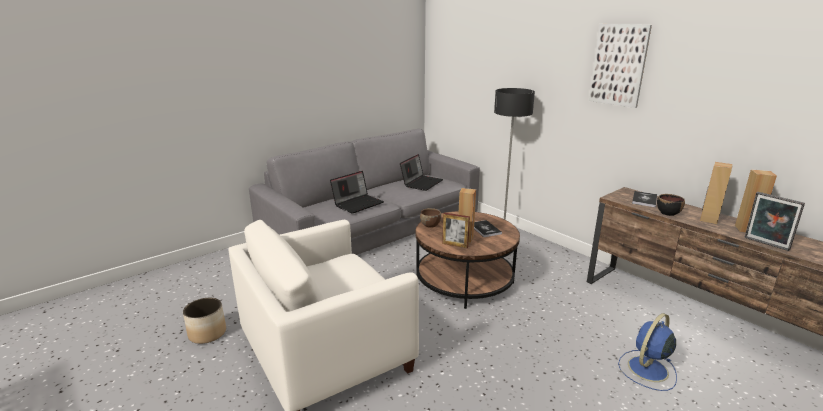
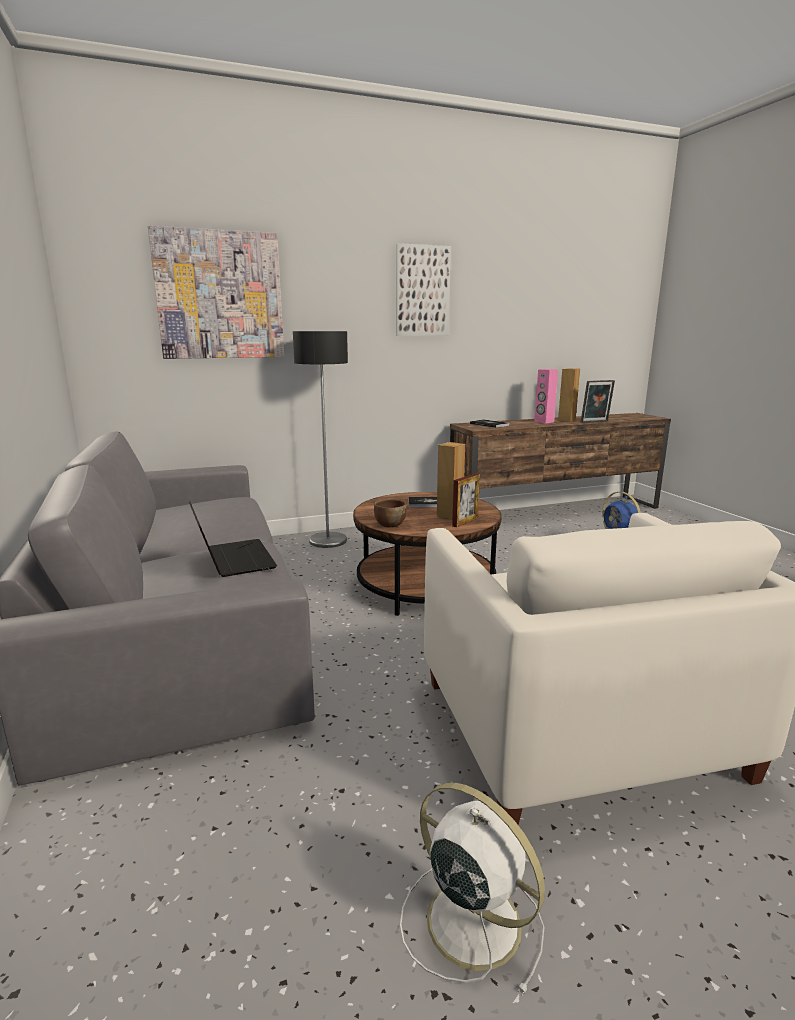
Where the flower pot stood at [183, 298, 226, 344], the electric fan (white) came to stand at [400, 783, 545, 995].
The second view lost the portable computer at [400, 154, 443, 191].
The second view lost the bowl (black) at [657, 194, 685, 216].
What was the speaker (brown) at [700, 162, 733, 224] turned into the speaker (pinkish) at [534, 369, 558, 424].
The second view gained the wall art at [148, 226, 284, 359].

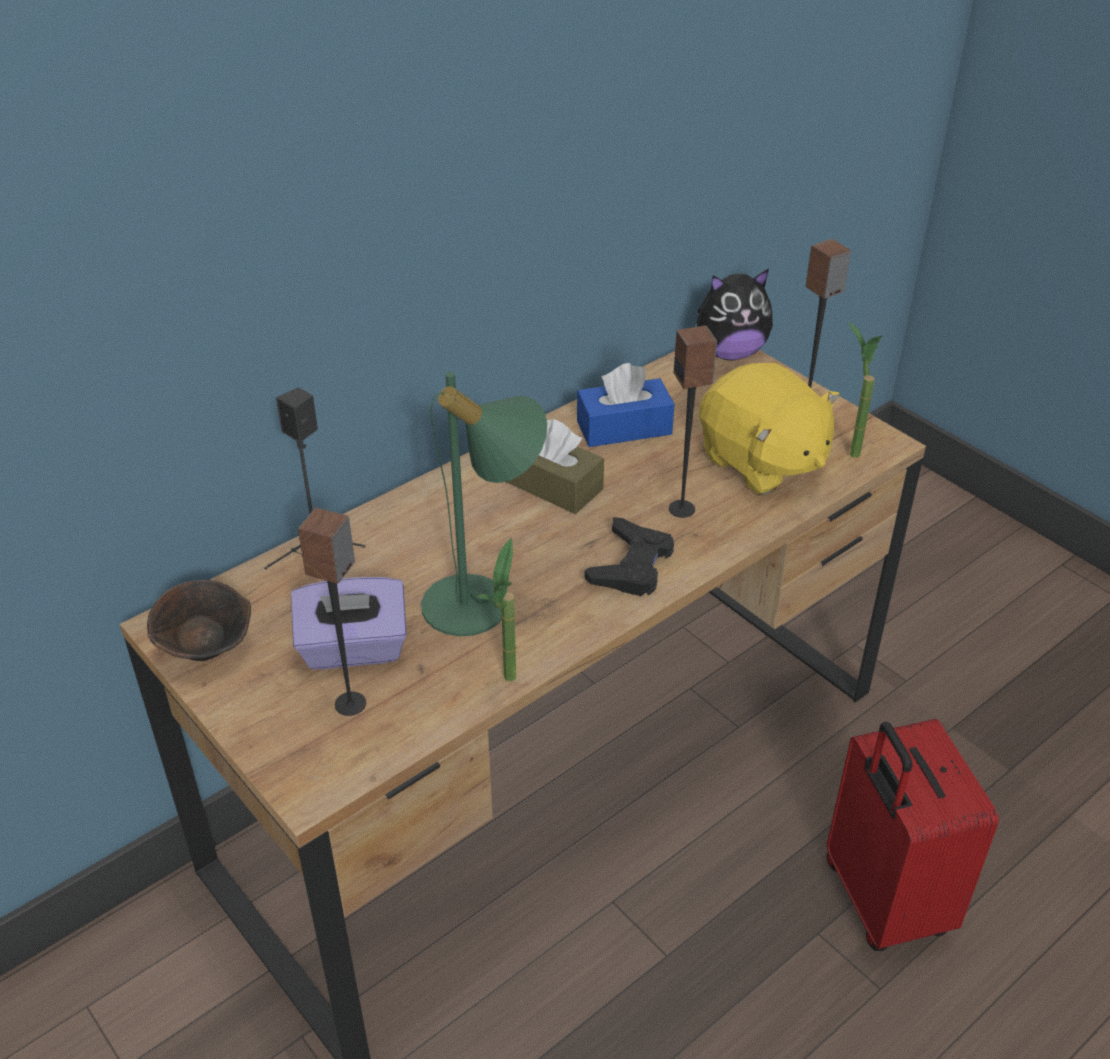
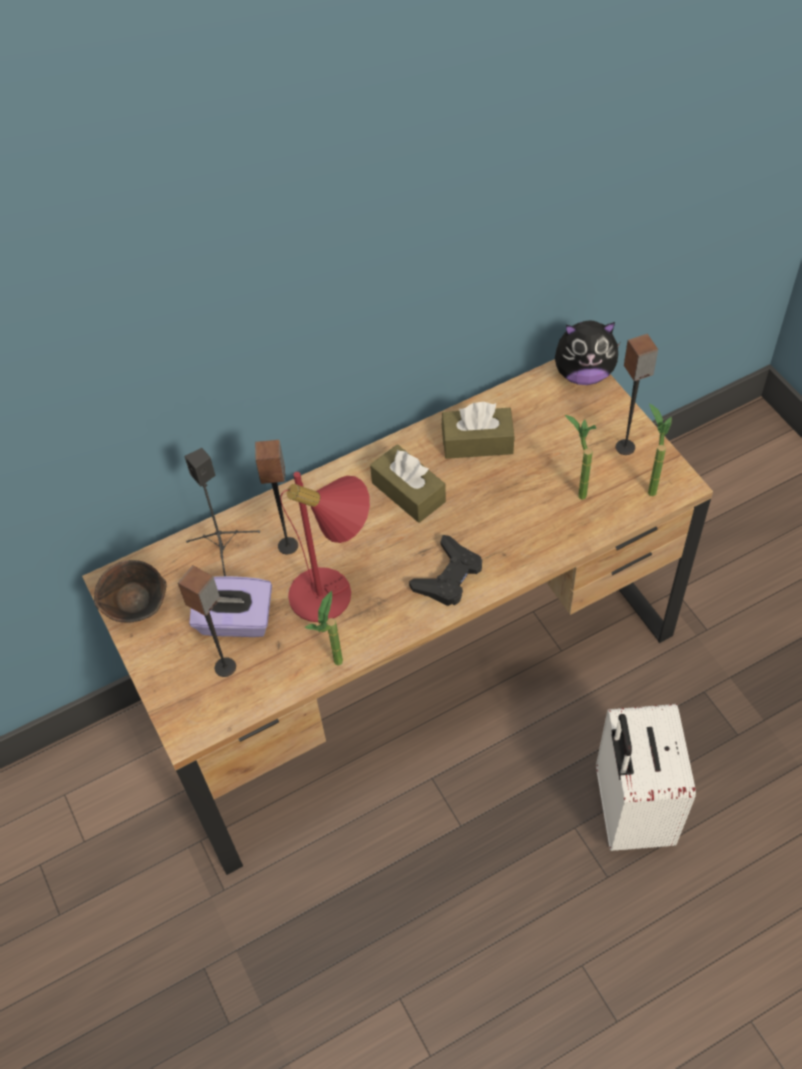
What was the lamp for a table (greenish) at [421, 372, 547, 636] turned into the lamp for a table (reddish) at [280, 472, 370, 622].
What was the tissue holder (blue) at [577, 363, 675, 447] turned into the tissue holder (brown) at [442, 402, 515, 459].
The speaker ended up elsewhere, having gone from [669, 326, 717, 518] to [255, 440, 298, 554].
Where the soft toy (yellowish) stood at [699, 363, 840, 495], the potted plant came to stand at [565, 415, 596, 500].
What was the travel case (reddish) at [827, 719, 999, 951] turned into the travel case (white) at [596, 704, 696, 851].

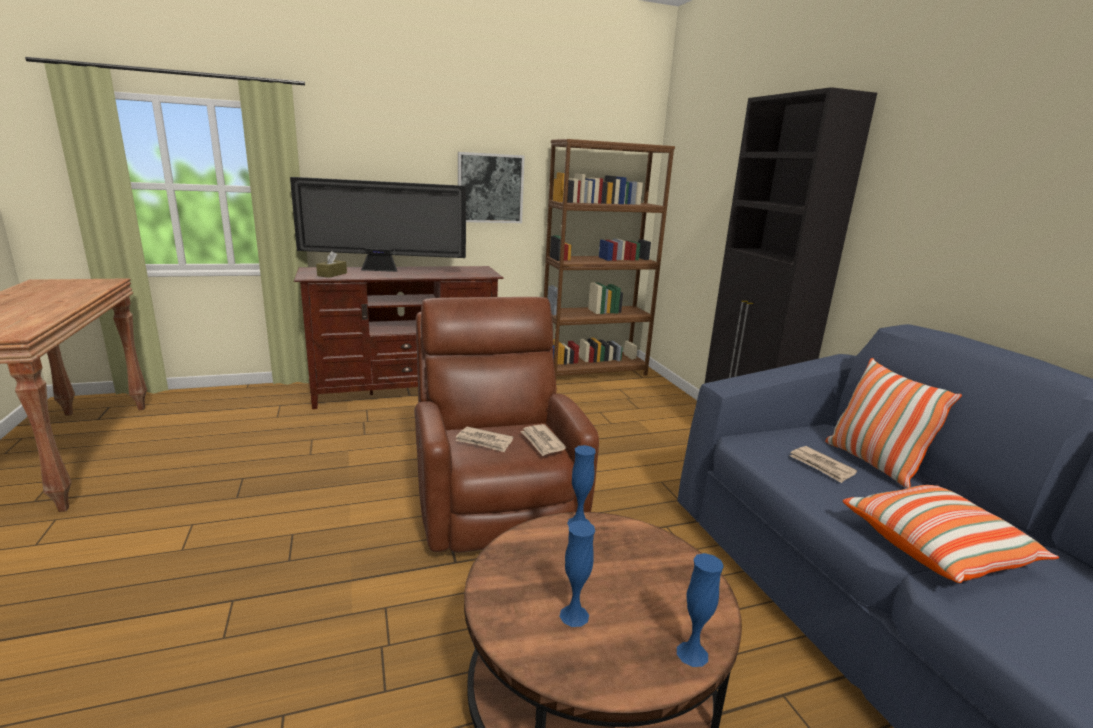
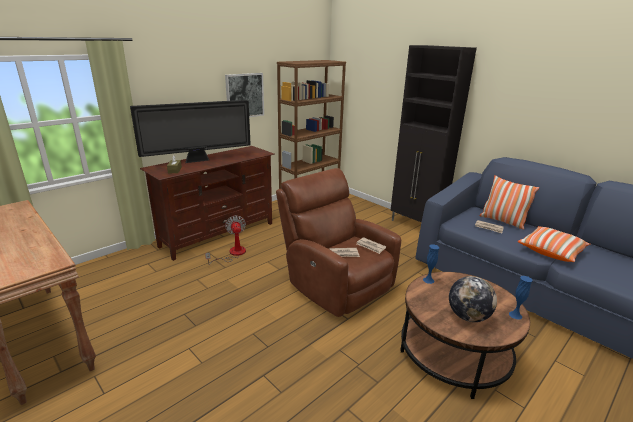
Where the flower vase (blue) stood at [559, 520, 595, 627], the desk globe came to stand at [449, 276, 497, 322].
The second view gained the electric fan at [205, 216, 246, 265].

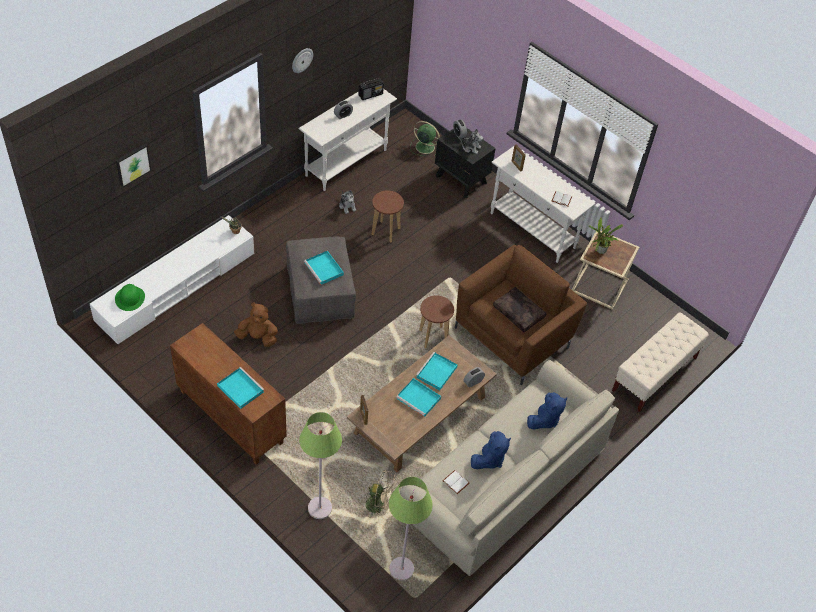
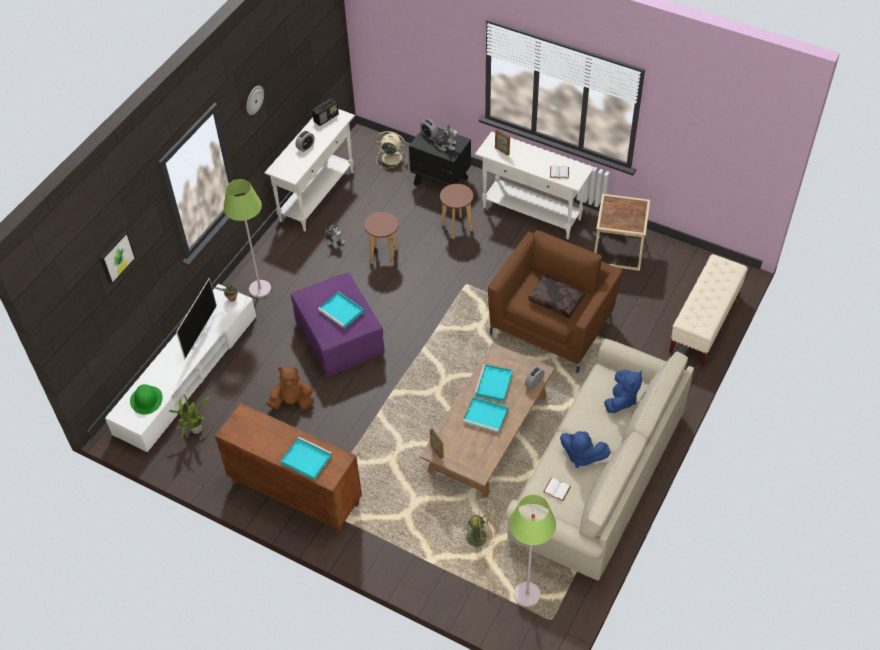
What was the ottoman (greyish) at [286, 237, 356, 324] turned into the ottoman (purple-coloured) at [291, 273, 385, 377].
The standard lamp (greenish) ended up elsewhere, having gone from [299, 412, 342, 519] to [224, 179, 271, 298].
What was the electric fan (greenish) at [410, 121, 440, 156] turned into the electric fan (beige-coloured) at [376, 131, 407, 168].
The stool seat (brown) ended up elsewhere, having gone from [419, 296, 454, 348] to [440, 184, 473, 239].
The soft toy (blue) at [471, 431, 511, 469] ended up facing another way, 90 degrees clockwise from before.
The potted plant ended up elsewhere, having gone from [589, 217, 623, 254] to [169, 394, 210, 438].
The second view gained the TV at [176, 278, 217, 359].

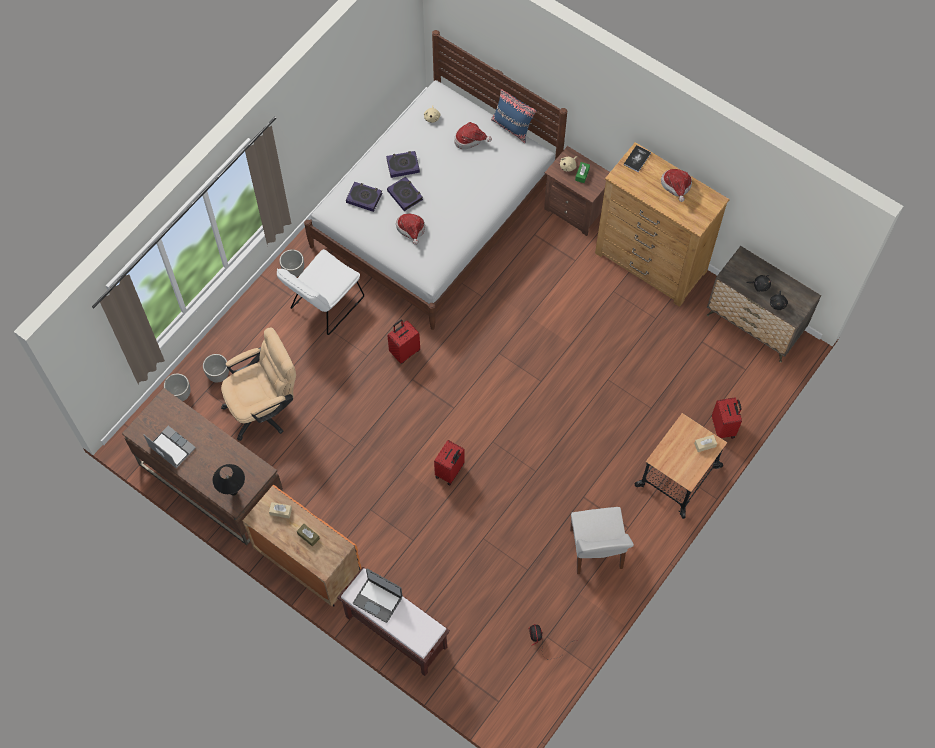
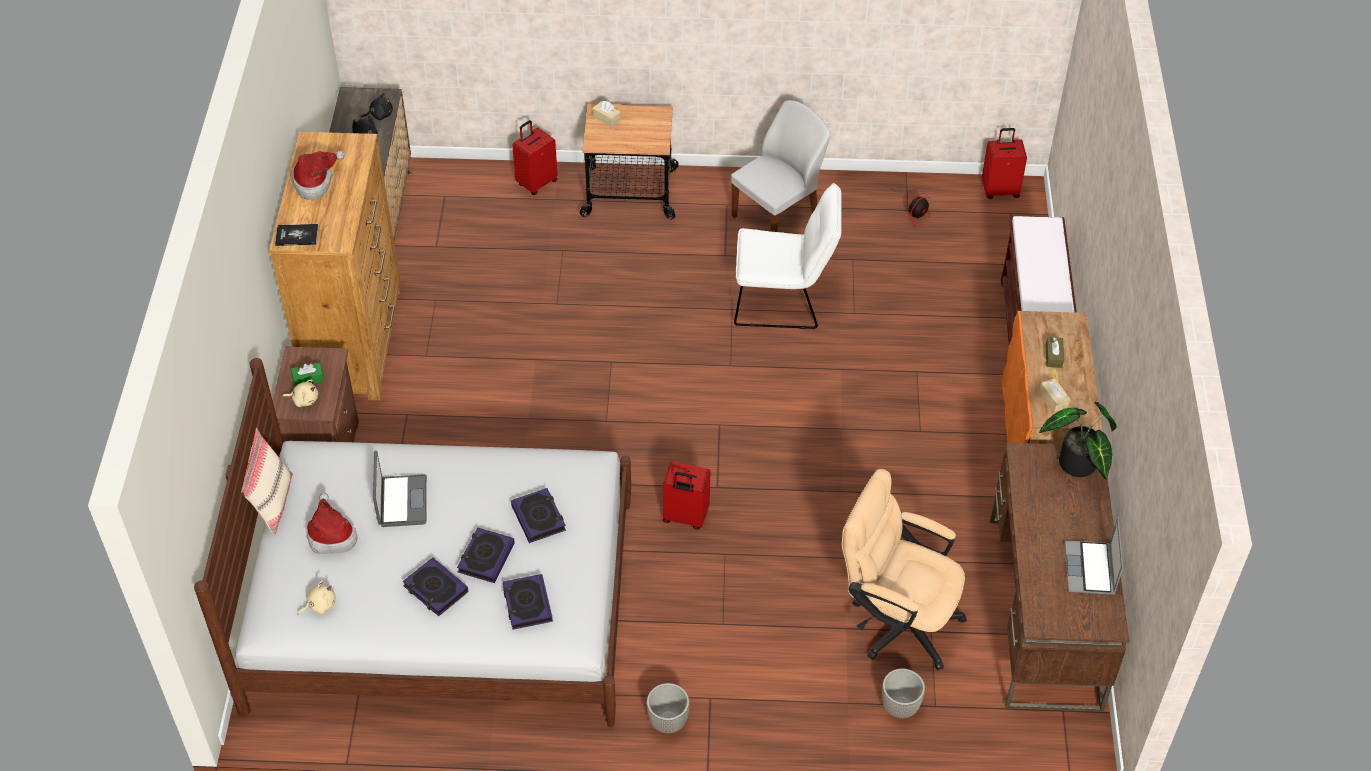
The second view lost the flower pot at [164, 374, 190, 401].
Where the lamp for a table (black) stood at [212, 464, 245, 496], the potted plant came to stand at [1039, 402, 1117, 480].
The upright chair (white) ended up elsewhere, having gone from [277, 249, 364, 335] to [734, 183, 842, 329].
The portable computer ended up elsewhere, having gone from [353, 569, 403, 623] to [373, 450, 427, 527].
Where the clothing hat stood at [396, 214, 425, 245], the volume came to stand at [511, 488, 566, 543].
The travel case (reddish) ended up elsewhere, having gone from [434, 440, 465, 485] to [982, 128, 1027, 199].
What was the throw pillow (blue) at [491, 89, 536, 143] turned into the throw pillow (beige-coloured) at [241, 428, 293, 535].

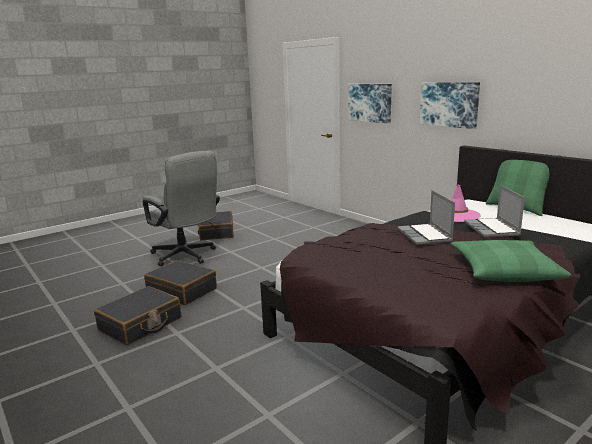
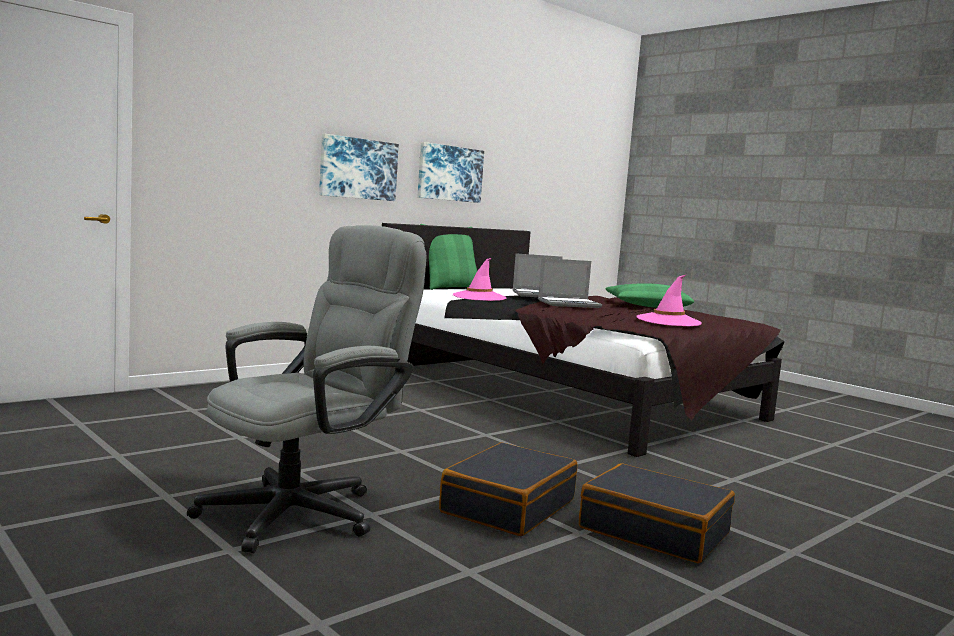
The second view lost the travel case (black) at [197, 211, 233, 240].
The wall art ended up elsewhere, having gone from [348, 84, 392, 123] to [418, 142, 484, 203].
The second view gained the clothing hat (pinkish) at [636, 275, 702, 326].

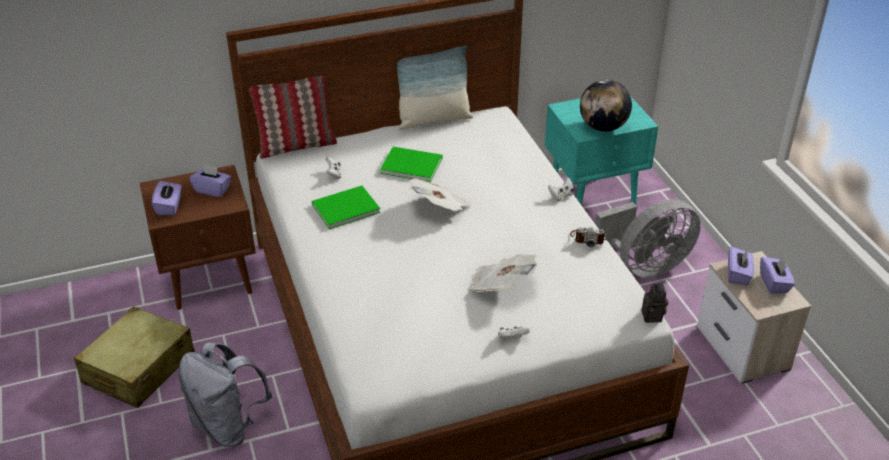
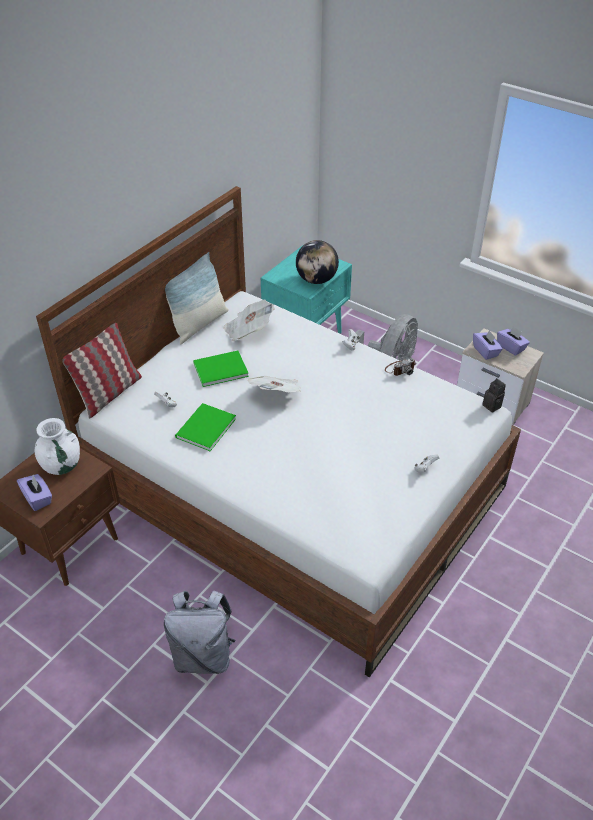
The second view lost the travel case (beige-coloured) at [74, 306, 195, 408].
Where the tissue holder (purple-coloured) stood at [189, 164, 231, 197], the flower vase (white) came to stand at [35, 418, 80, 475].
The printed paper ended up elsewhere, having gone from [470, 254, 537, 292] to [223, 300, 274, 341].

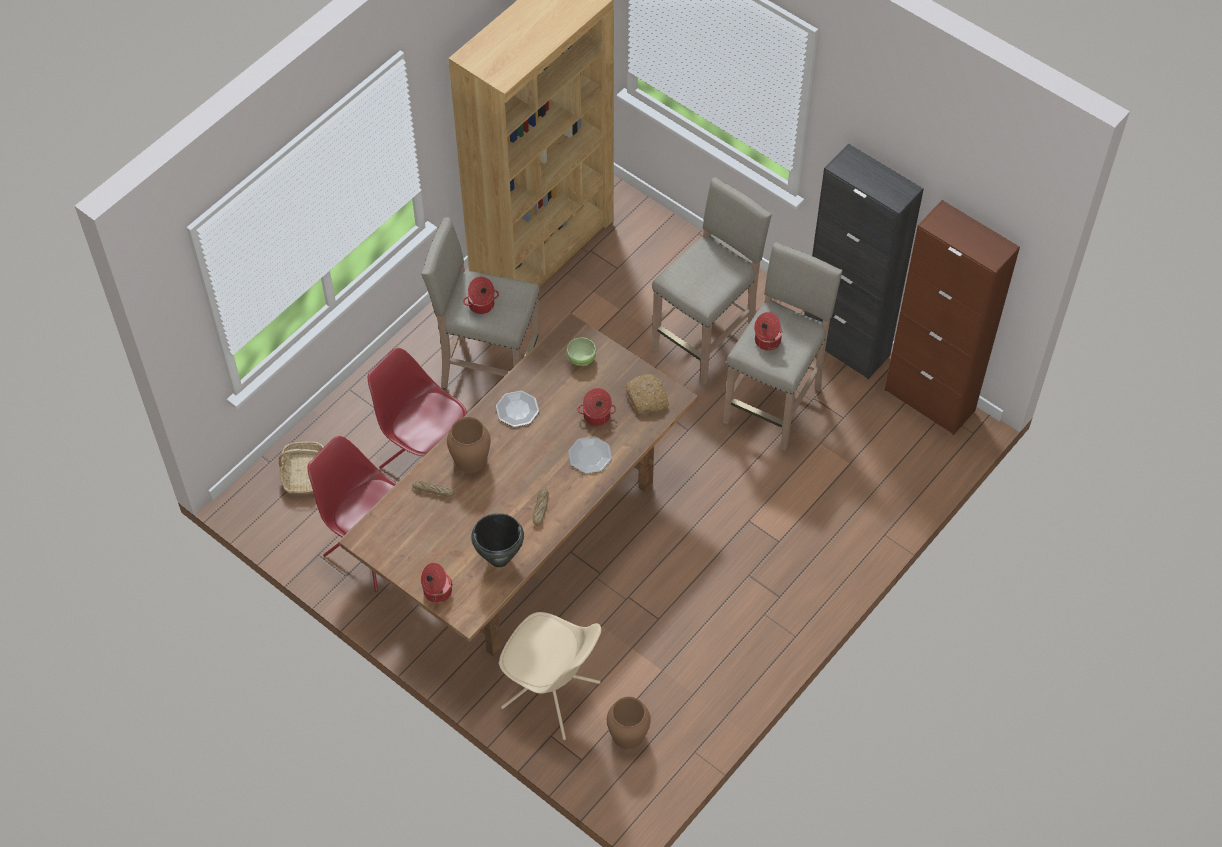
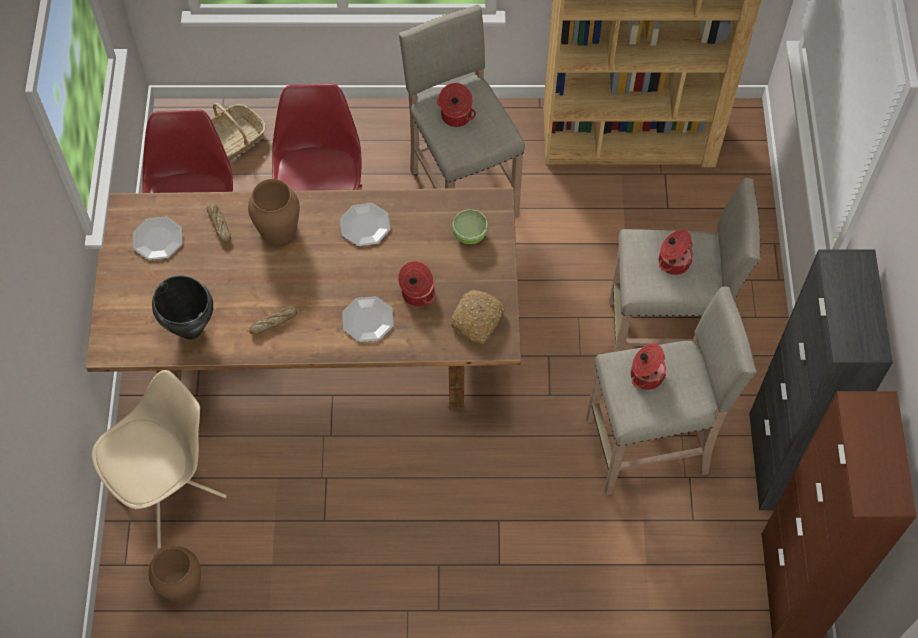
The saucepot ended up elsewhere, having gone from [421, 563, 453, 603] to [659, 230, 693, 275].
The upright chair (beige-coloured) at [499, 612, 601, 740] ended up facing another way, 120 degrees counterclockwise from before.
The second view gained the flat dish at [133, 217, 183, 260].

